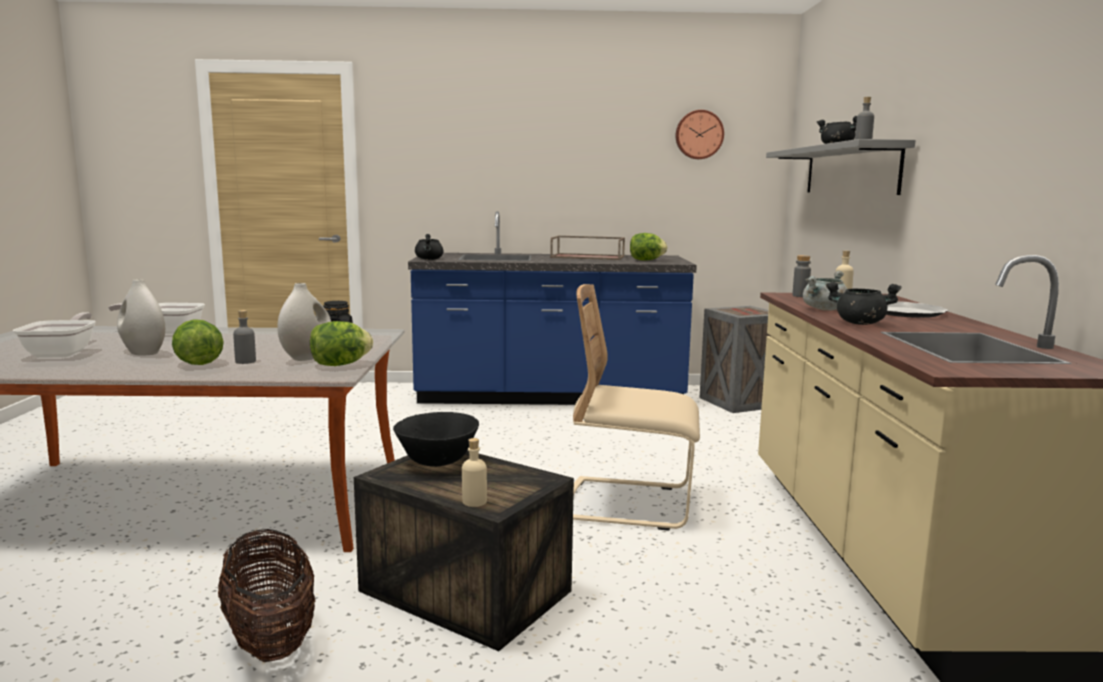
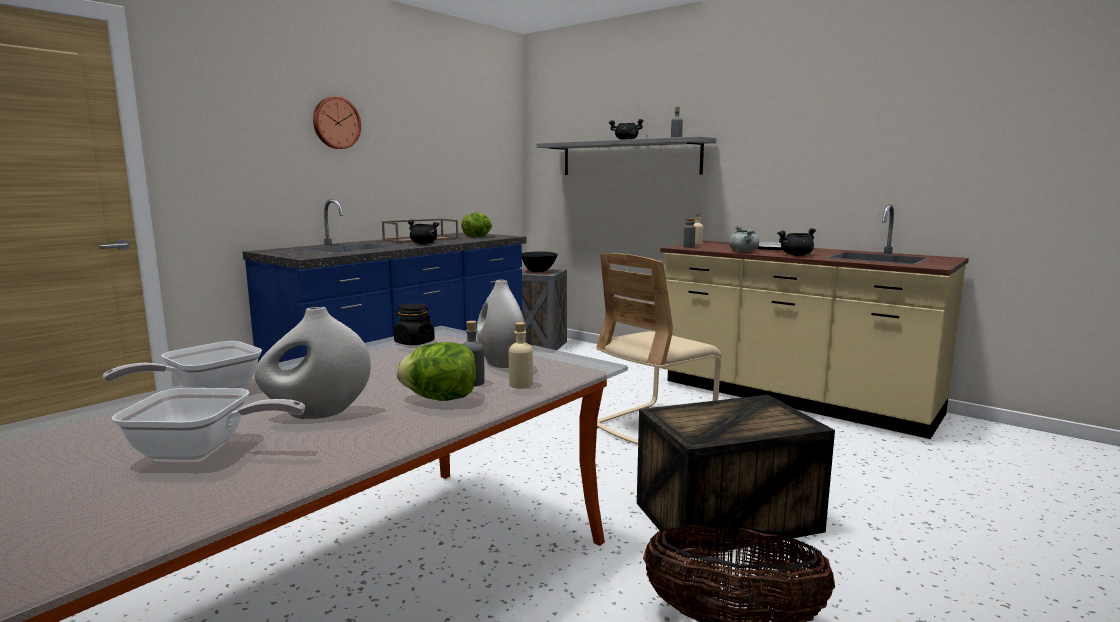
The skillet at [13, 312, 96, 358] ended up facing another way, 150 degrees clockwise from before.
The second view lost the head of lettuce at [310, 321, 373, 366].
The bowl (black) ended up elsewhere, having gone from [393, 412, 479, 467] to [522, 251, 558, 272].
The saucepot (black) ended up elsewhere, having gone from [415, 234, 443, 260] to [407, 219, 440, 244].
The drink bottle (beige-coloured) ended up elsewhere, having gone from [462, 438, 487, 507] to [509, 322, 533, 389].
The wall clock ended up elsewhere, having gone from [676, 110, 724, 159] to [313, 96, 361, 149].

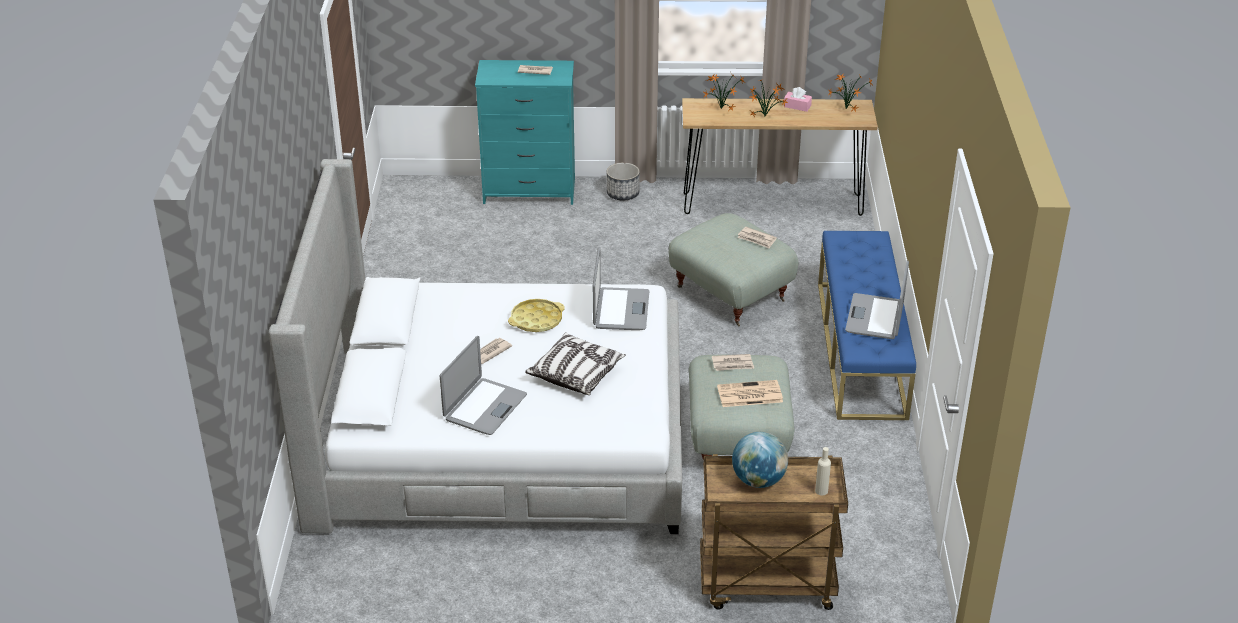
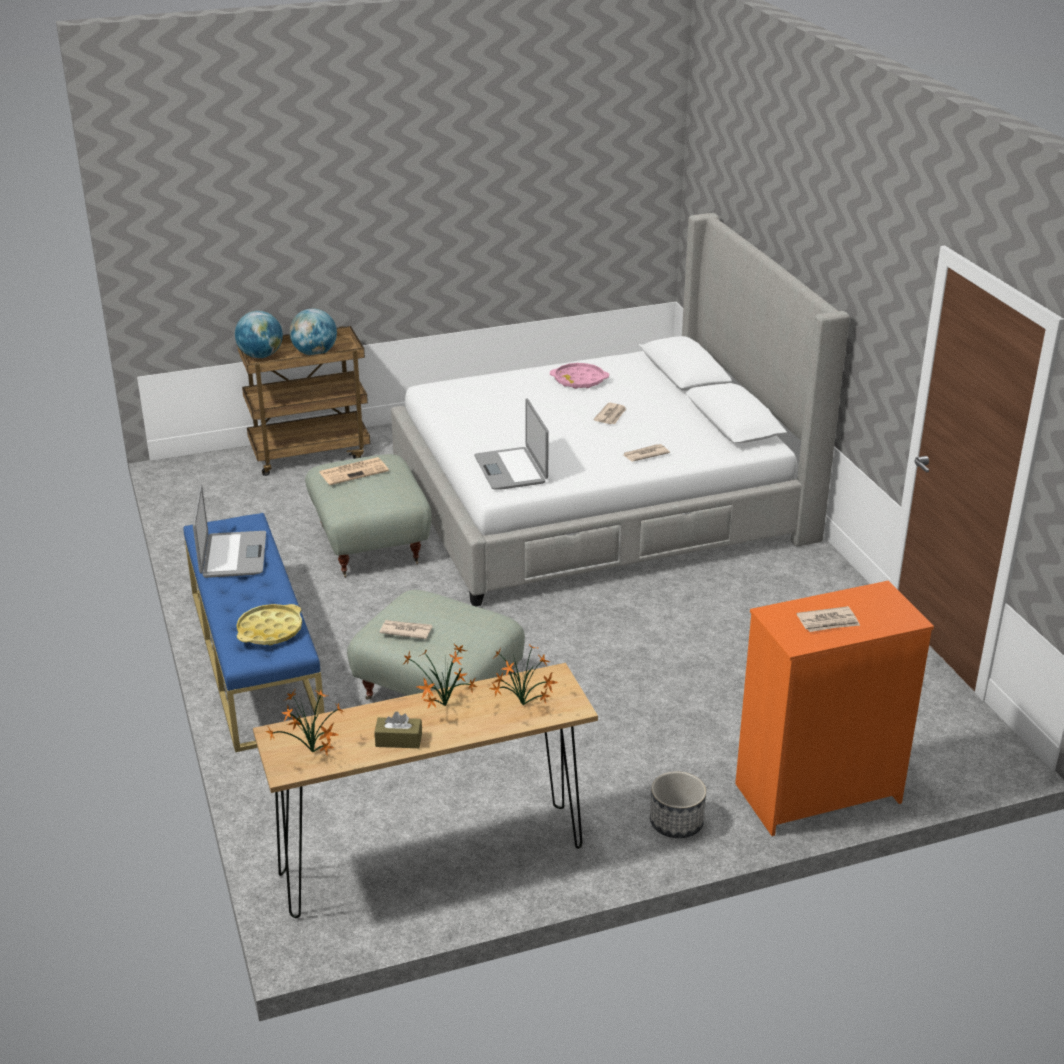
Where the portable computer stood at [440, 336, 527, 435], the serving tray (pinkish) came to stand at [550, 363, 609, 389].
What was the dresser (turquoise-coloured) at [475, 60, 575, 205] turned into the dresser (orange) at [735, 581, 934, 836].
The serving tray (yellowish) ended up elsewhere, having gone from [508, 299, 565, 332] to [237, 604, 302, 645].
The second view lost the throw pillow at [525, 332, 626, 395].
The printed paper ended up elsewhere, having gone from [712, 354, 754, 371] to [623, 444, 670, 462].
What was the tissue holder (pinkish) at [784, 87, 812, 112] turned into the tissue holder (brown) at [374, 712, 422, 748].
Where the drink bottle (beige-coloured) stood at [815, 447, 831, 496], the desk globe came to stand at [235, 311, 283, 358].

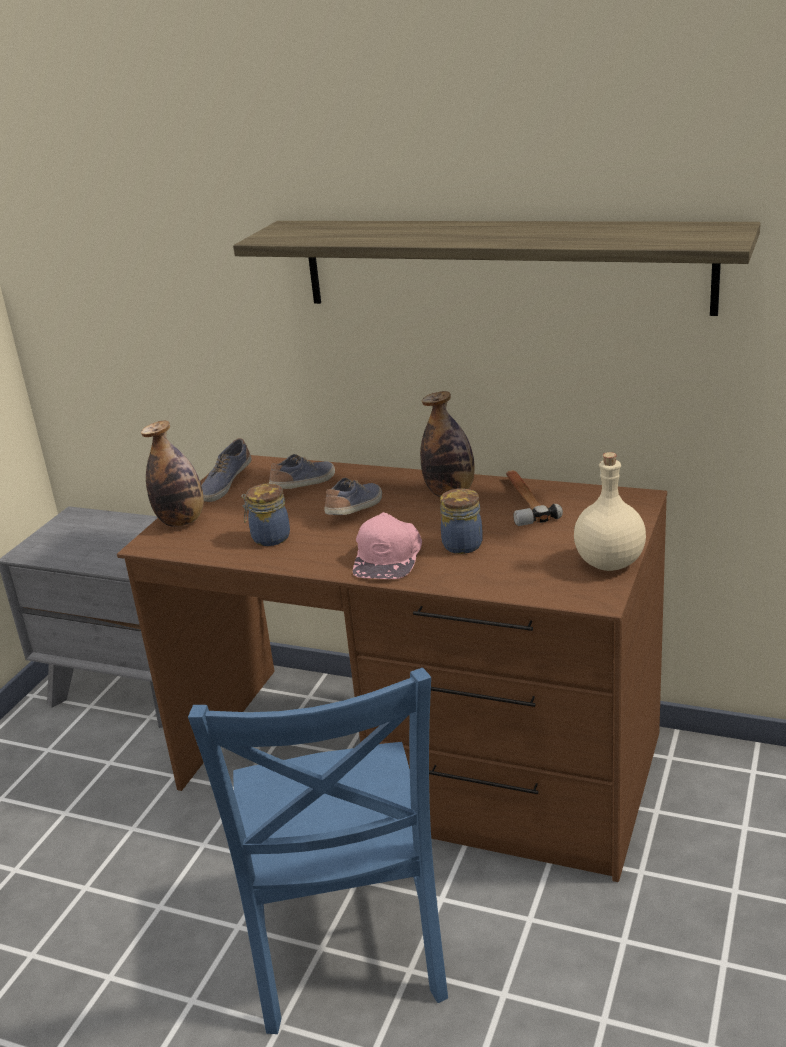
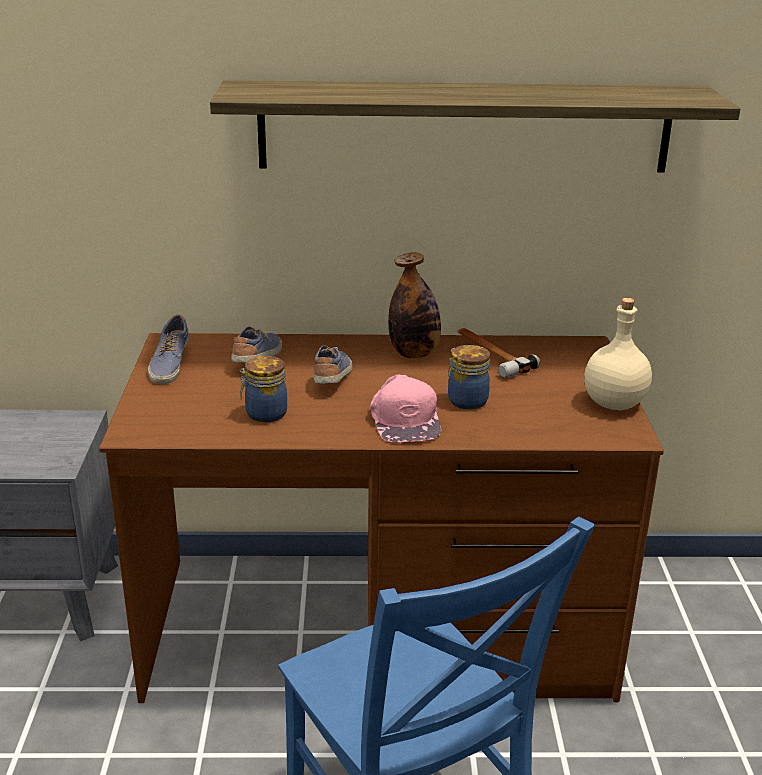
The second view lost the drink bottle at [141, 420, 204, 527].

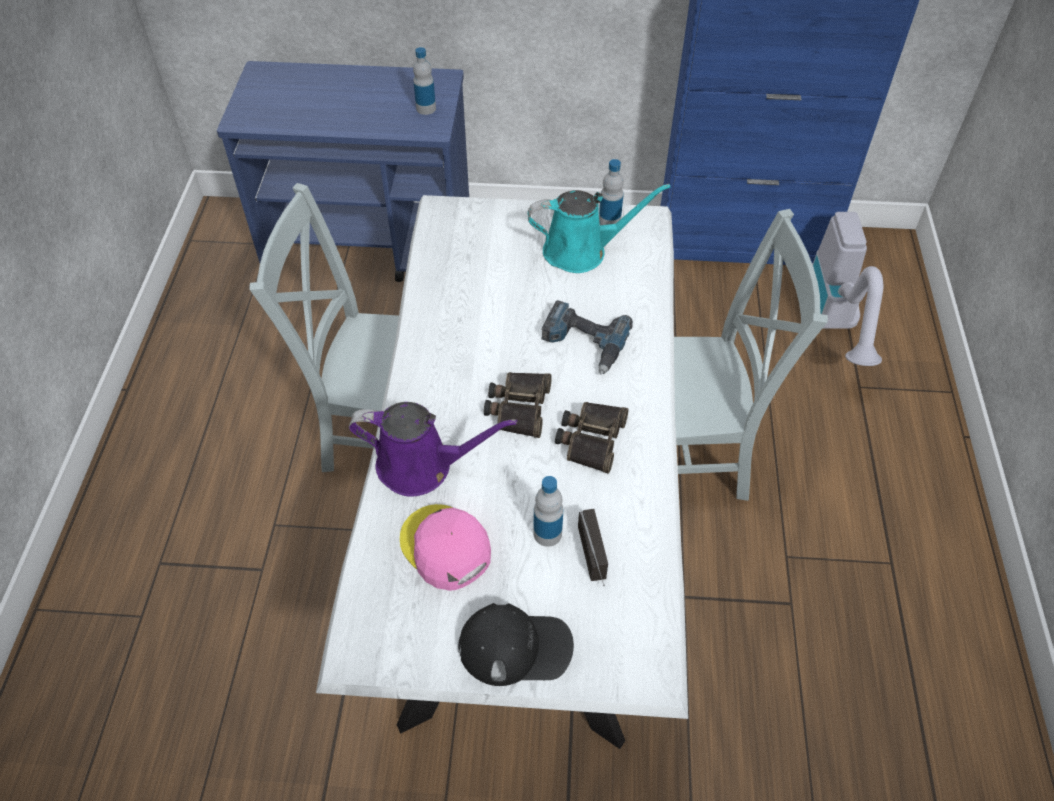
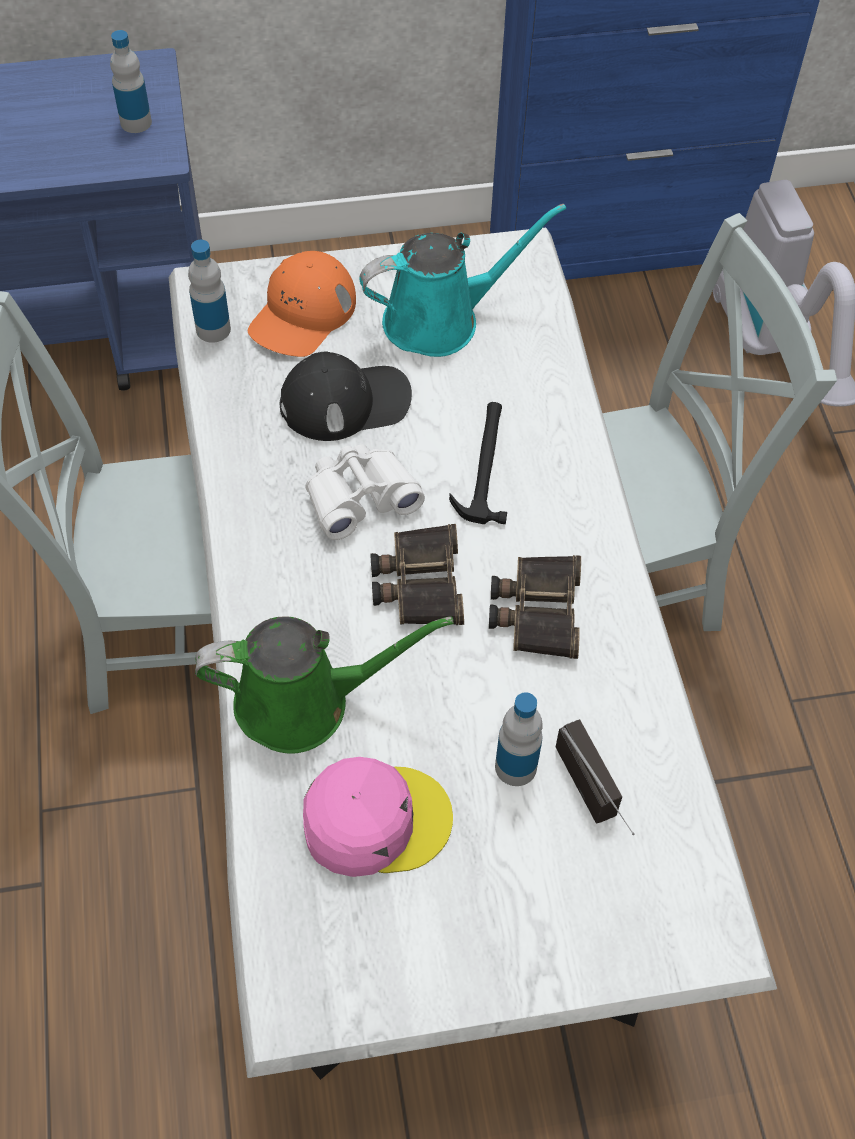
What was the watering pot (purple-coloured) at [349, 402, 517, 497] turned into the watering pot (greenish) at [195, 616, 453, 754].
The cap (pinkish) at [400, 504, 491, 591] ended up facing another way, 135 degrees clockwise from before.
The cap (black) ended up elsewhere, having gone from [458, 603, 574, 686] to [280, 351, 412, 441].
Where the power drill stood at [541, 300, 633, 375], the hammer came to stand at [449, 402, 507, 524].
The drink bottle ended up elsewhere, having gone from [599, 159, 624, 225] to [188, 240, 231, 343].
The second view gained the cap (orange) at [248, 251, 356, 357].
The second view gained the binoculars (white) at [305, 444, 425, 540].

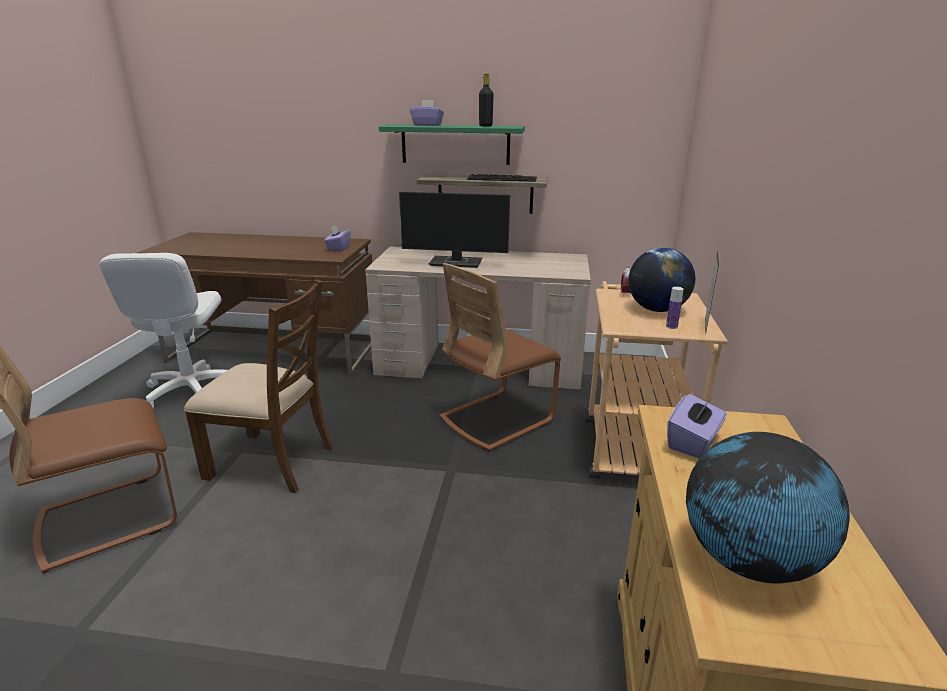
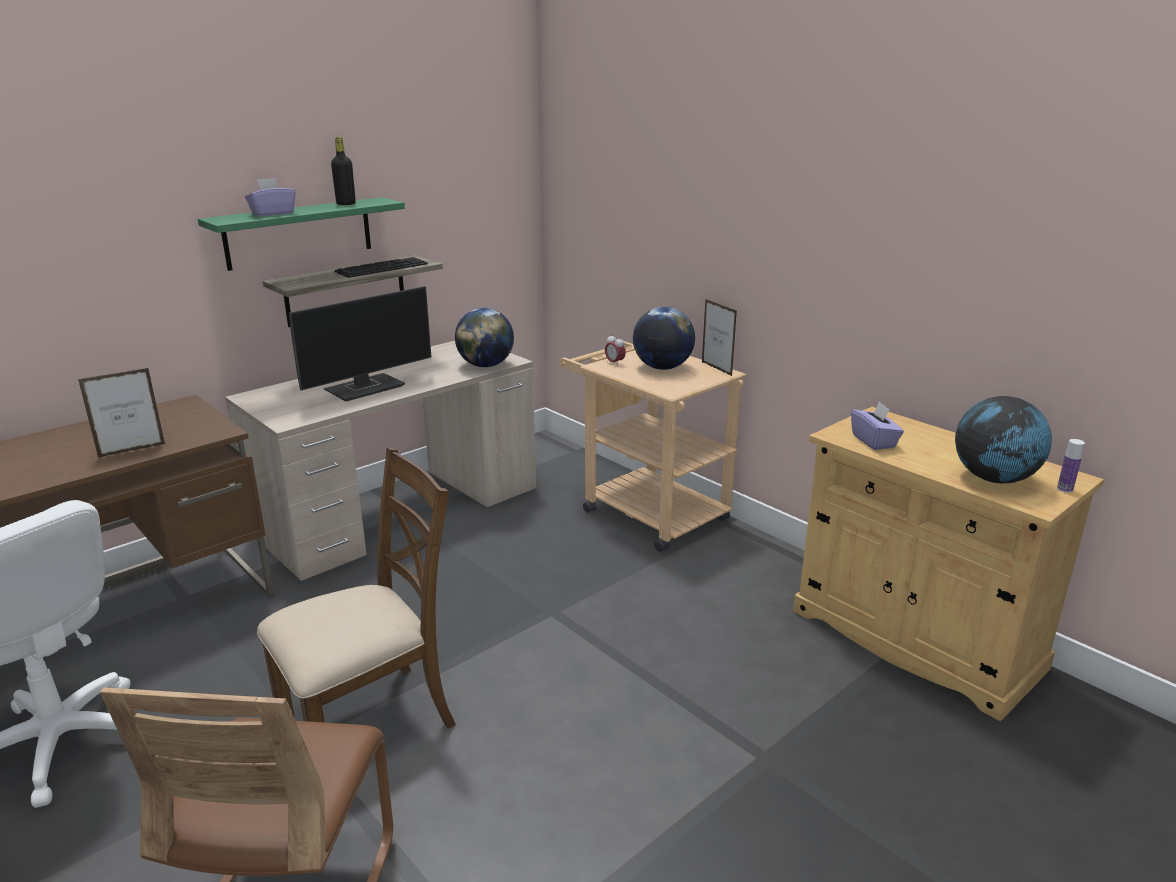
The second view lost the tissue holder (purple-coloured) at [324, 225, 350, 252].
The second view lost the upright chair (brown) at [440, 263, 561, 452].
The drink bottle ended up elsewhere, having gone from [666, 287, 684, 329] to [1057, 439, 1085, 493].
The second view gained the standing frame at [78, 368, 165, 458].
The second view gained the desk globe at [455, 308, 514, 367].

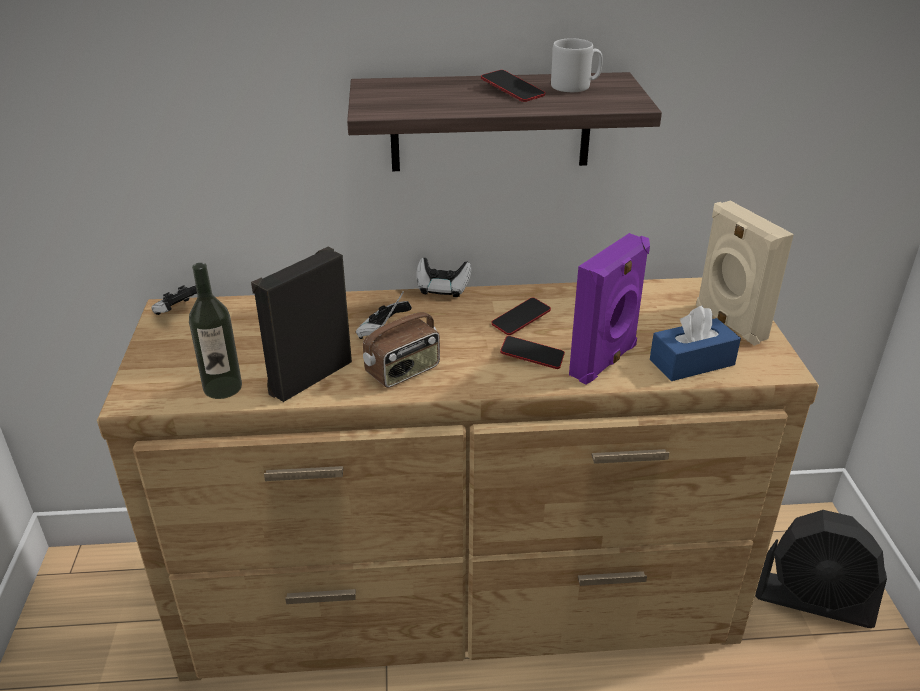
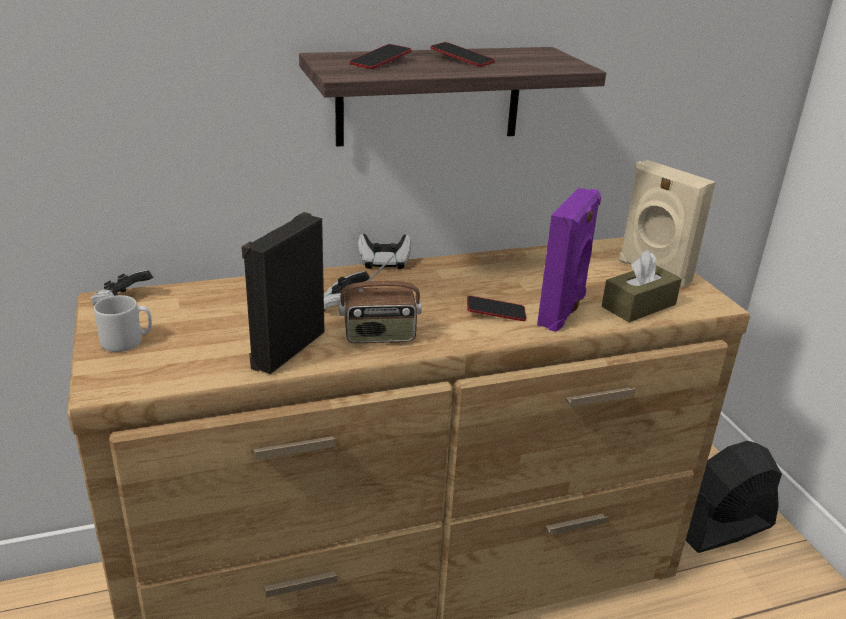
The second view lost the drink bottle at [189, 263, 242, 399].
The radio receiver at [363, 291, 440, 388] ended up facing another way, 45 degrees clockwise from before.
The handset ended up elsewhere, having gone from [492, 298, 551, 335] to [349, 44, 411, 69].
The coffee mug (greyish) ended up elsewhere, having gone from [551, 38, 603, 92] to [94, 295, 152, 352].
What was the tissue holder (blue) at [650, 305, 741, 381] turned into the tissue holder (brown) at [602, 250, 682, 322].
The electric fan (black) at [755, 510, 887, 628] ended up facing another way, 150 degrees clockwise from before.

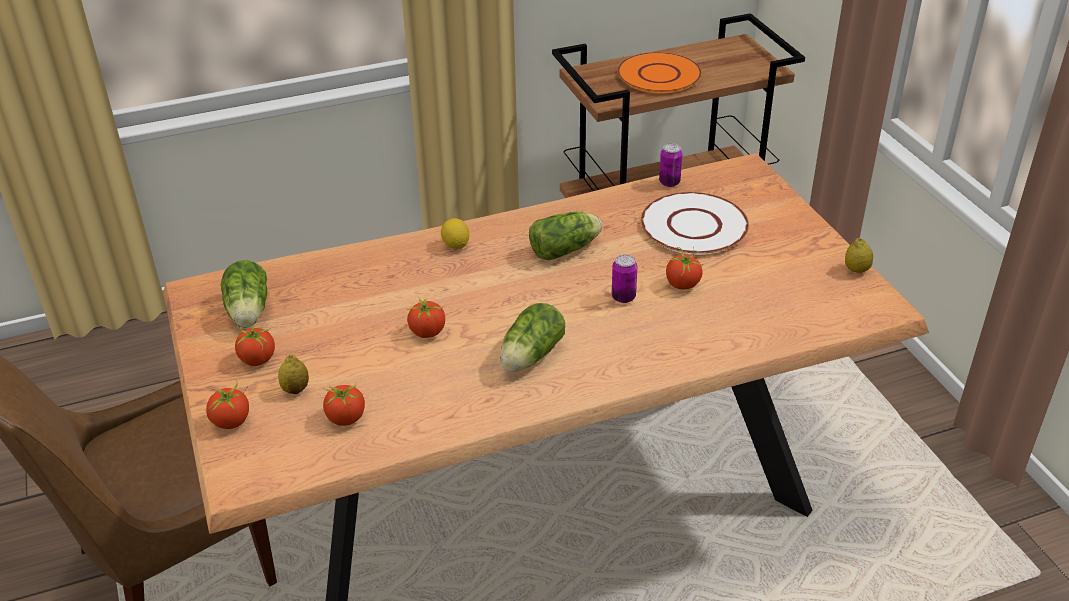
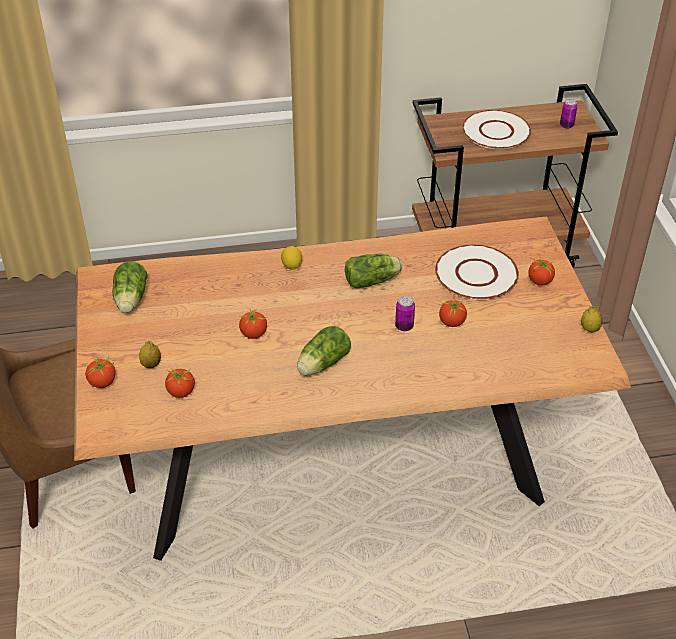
The fresh tomato ended up elsewhere, having gone from [233, 320, 275, 366] to [528, 254, 555, 286].
What was the flat dish (orange) at [617, 52, 702, 94] turned into the flat dish (white) at [462, 110, 531, 149].
The can ended up elsewhere, having gone from [659, 143, 683, 187] to [560, 99, 578, 129].

